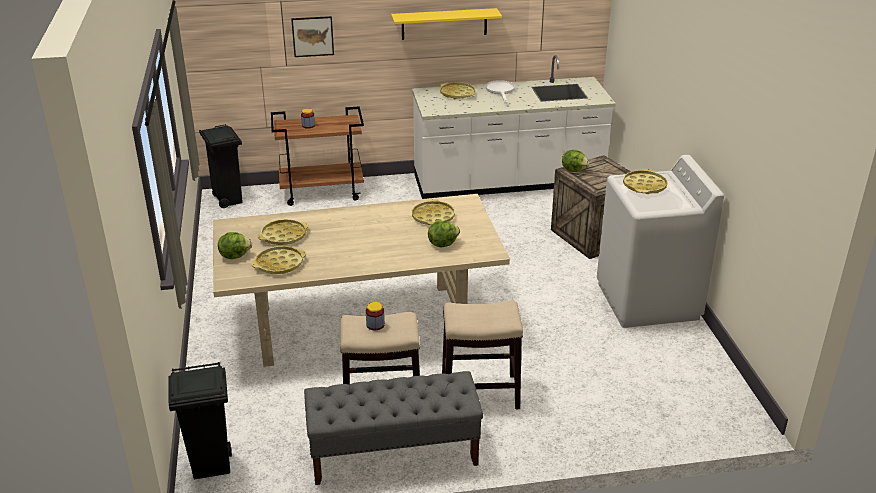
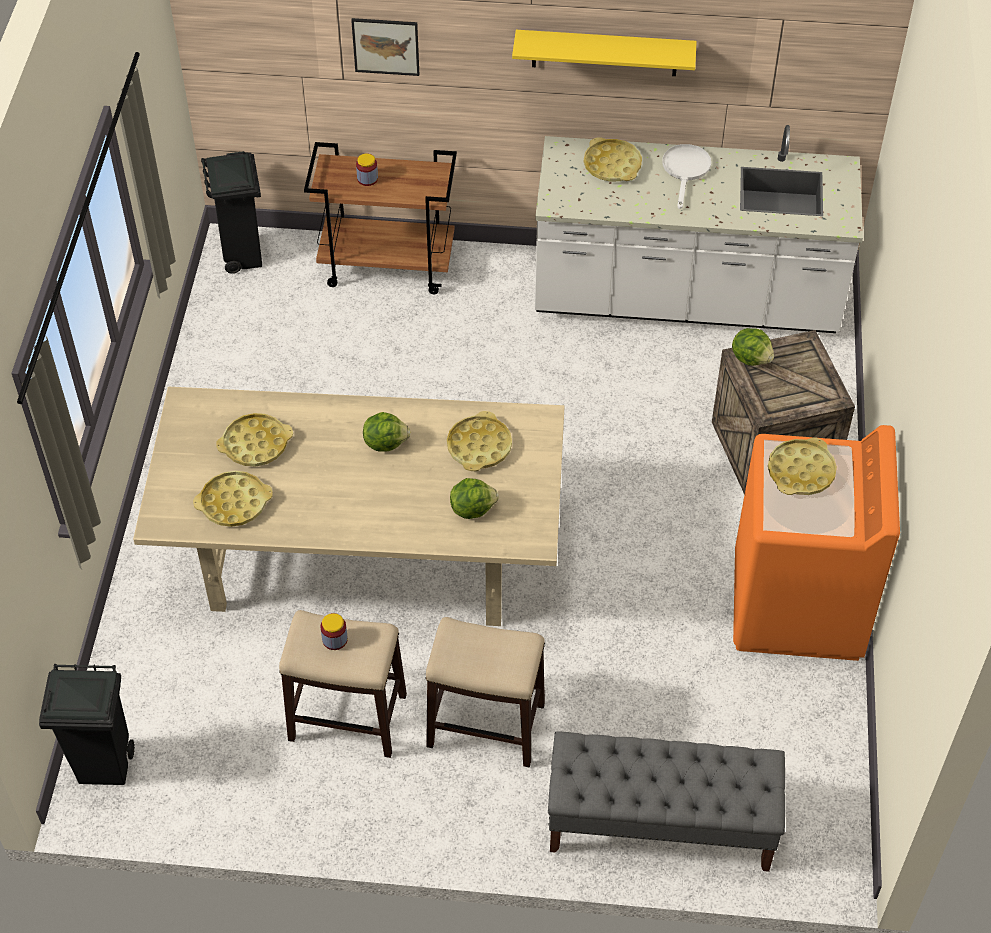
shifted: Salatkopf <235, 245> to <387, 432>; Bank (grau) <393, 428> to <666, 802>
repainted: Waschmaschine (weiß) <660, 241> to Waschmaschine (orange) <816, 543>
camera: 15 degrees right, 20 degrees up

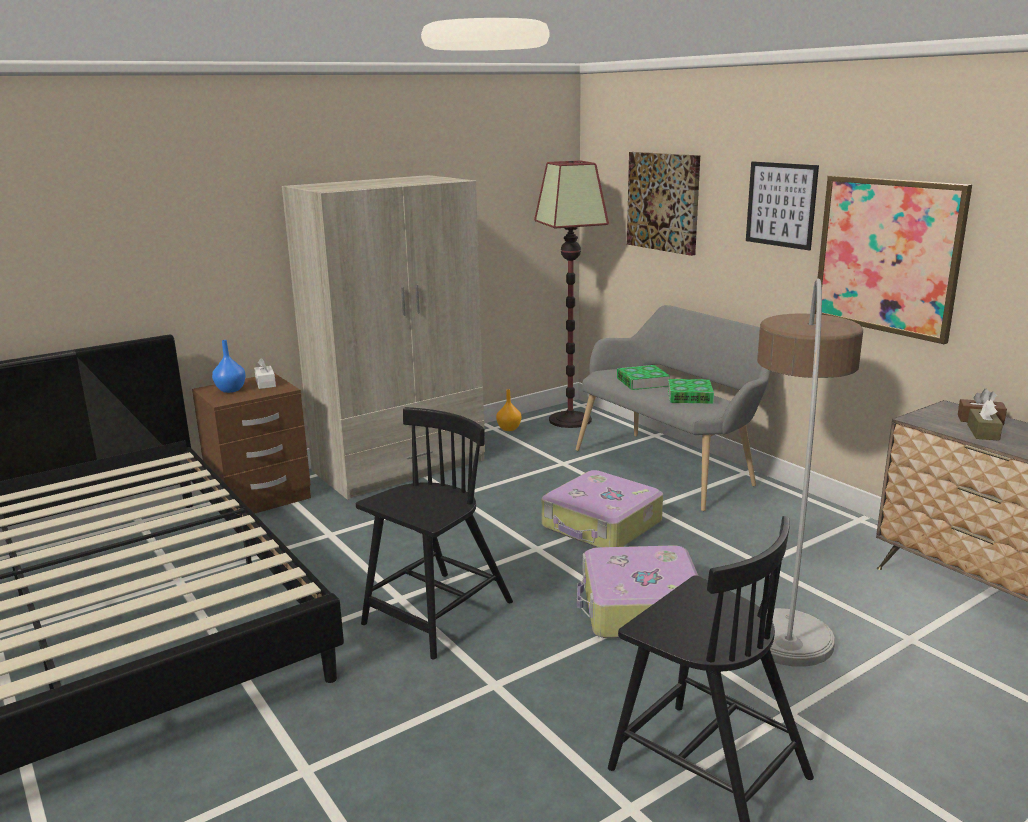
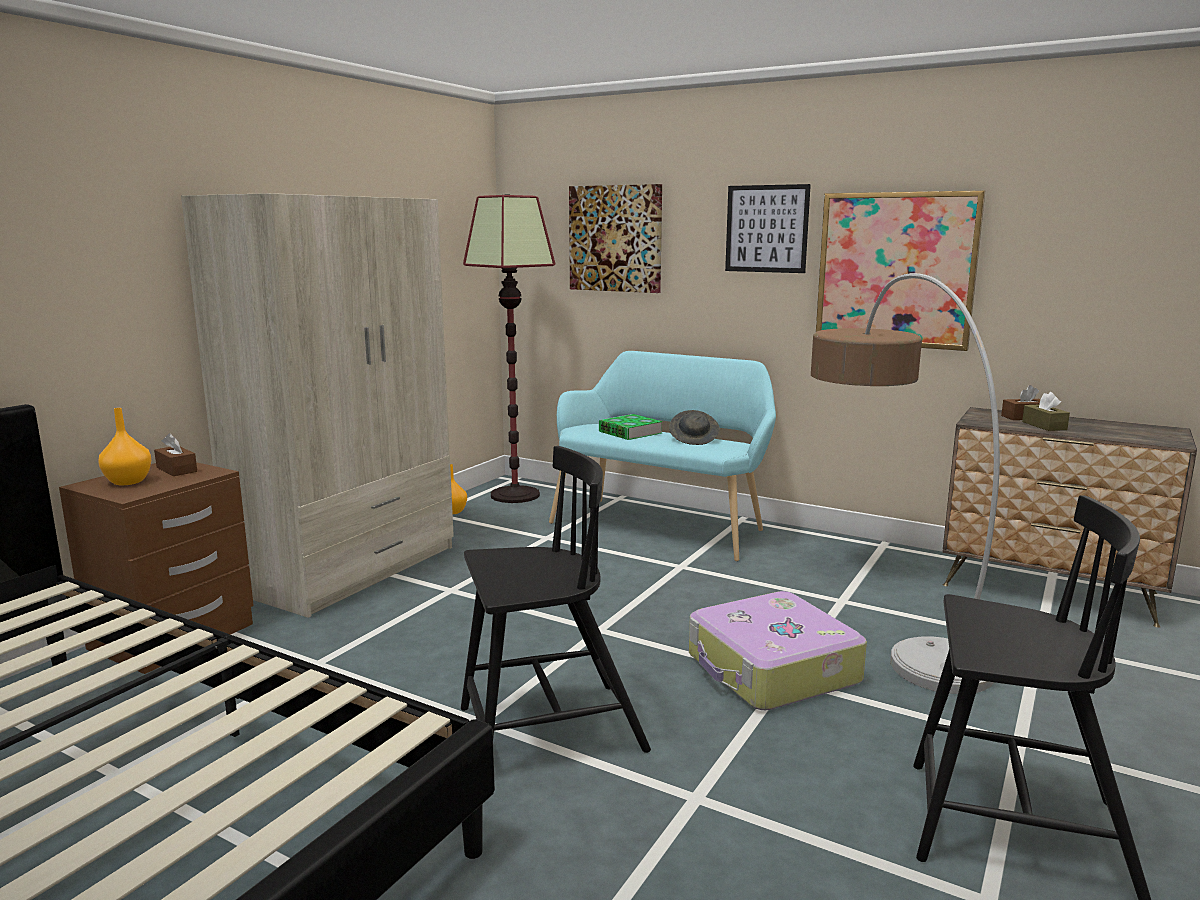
gone: Koffer <602, 508>
swapped: Buch <691, 391> to Hut (grau) <694, 427>
repainted: Vase (blau) <229, 366> to Vase (orange) <124, 446>; Taschentuchbox (weiß) <265, 373> to Taschentuchbox (braun) <175, 454>; Bank (grau) <673, 408> to Bank (türkis) <662, 456>
rotated: Stuhl (schwarz) <434, 533> = <556, 599> 60 degrees clockwise
camera: 25 degrees left, 5 degrees down

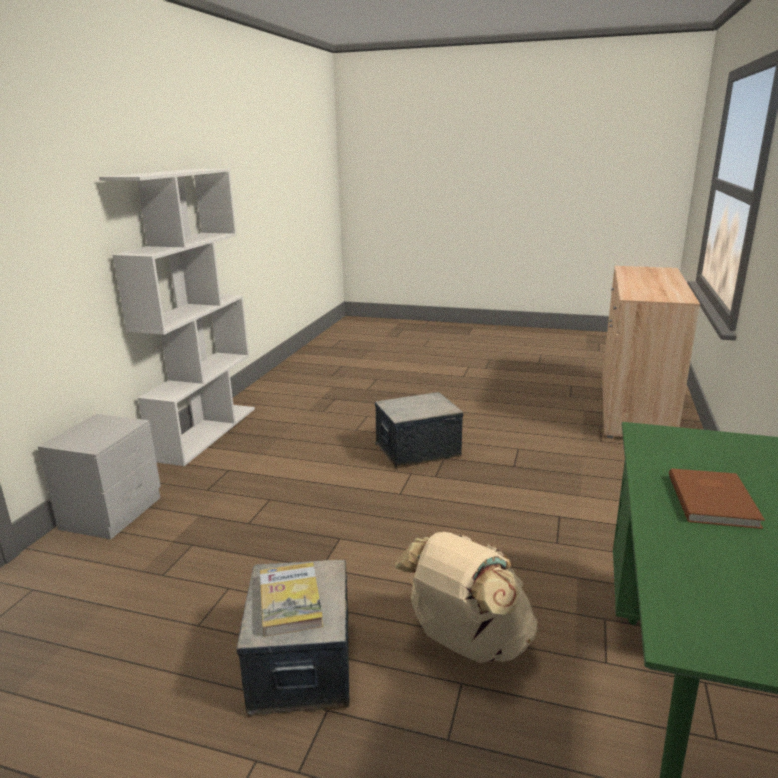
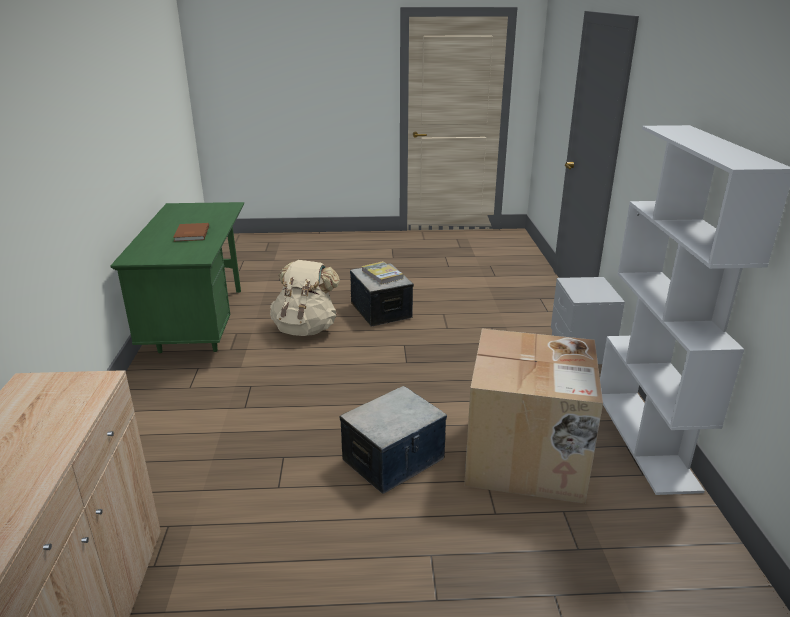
new: Karton <533, 416>
camera: 160 degrees right, 5 degrees up

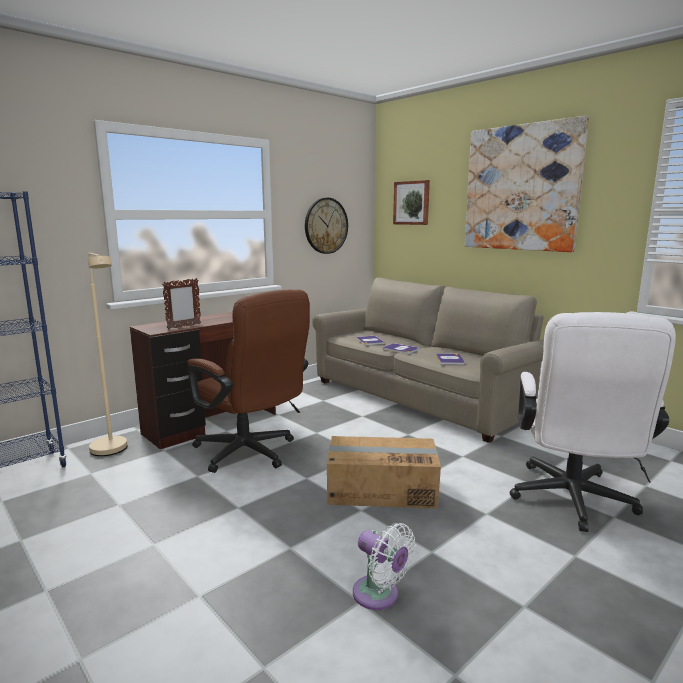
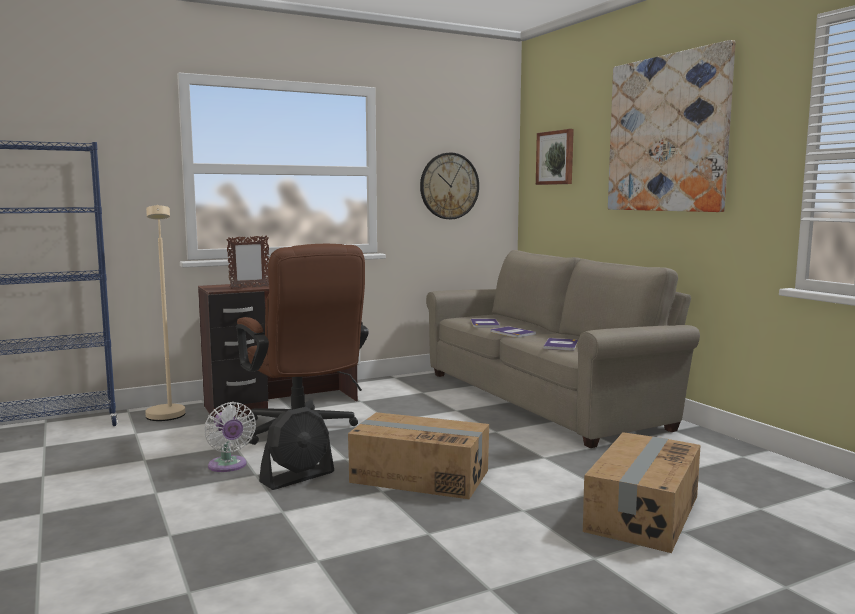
new: Ventilator (schwarz) <296, 448>
shifted: Ventilator (weiß) <384, 566> to <230, 437>
swapped: Bürostuhl (weiß) <593, 422> to Karton <642, 492>
camera: 15 degrees right, 5 degrees down

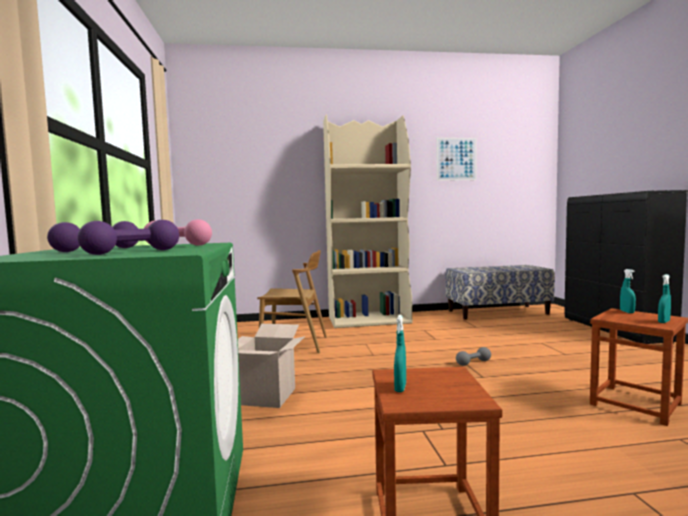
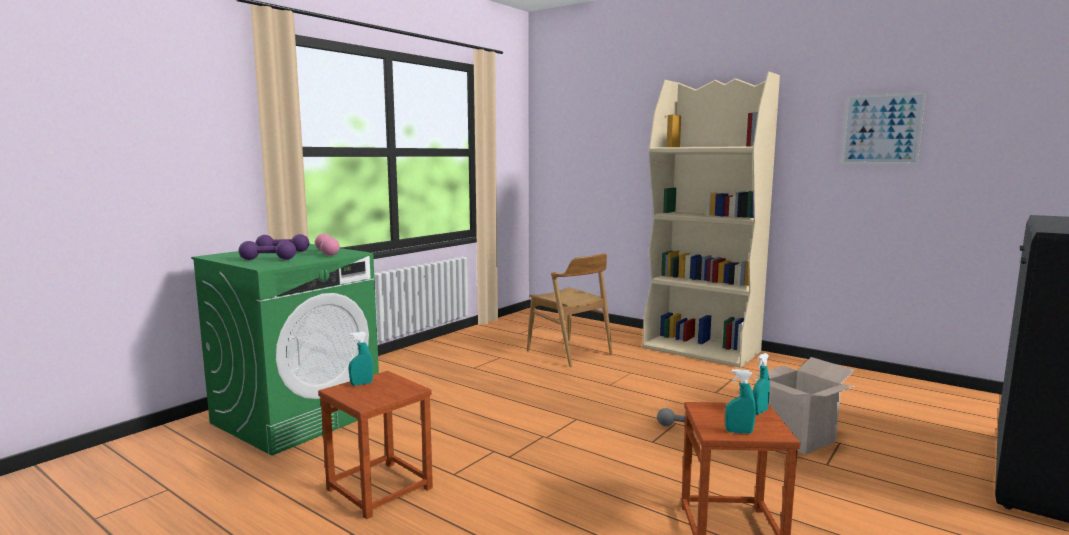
gone: Bank <500, 292>
shifted: Karton <271, 366> to <803, 406>
camera: 45 degrees right, 5 degrees up

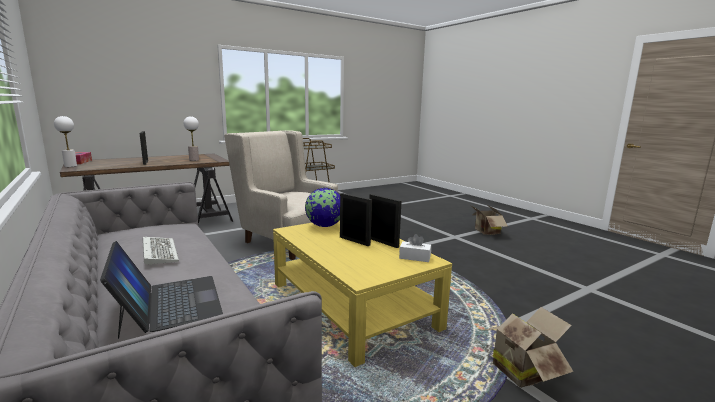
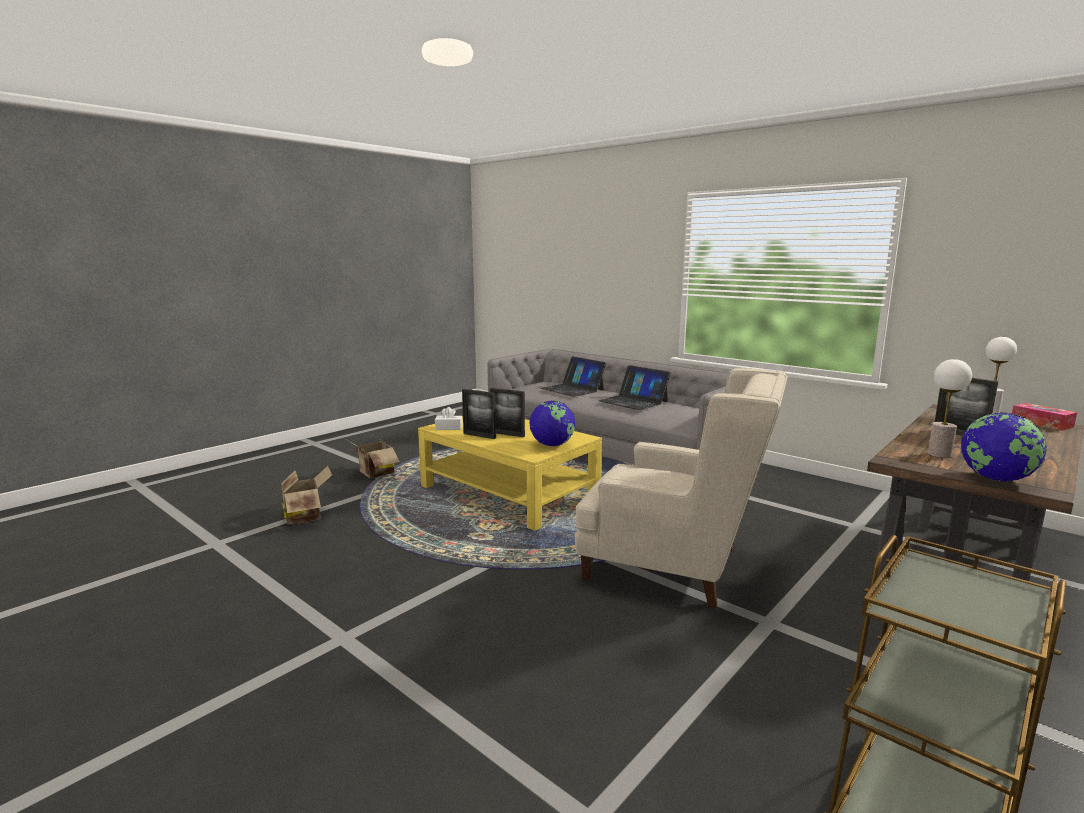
new: Globus <1004, 447>
shifted: Karton <488, 219> to <306, 495>
swapped: Tastatur <161, 251> to Laptop <635, 387>
camera: 165 degrees right, 0 degrees up

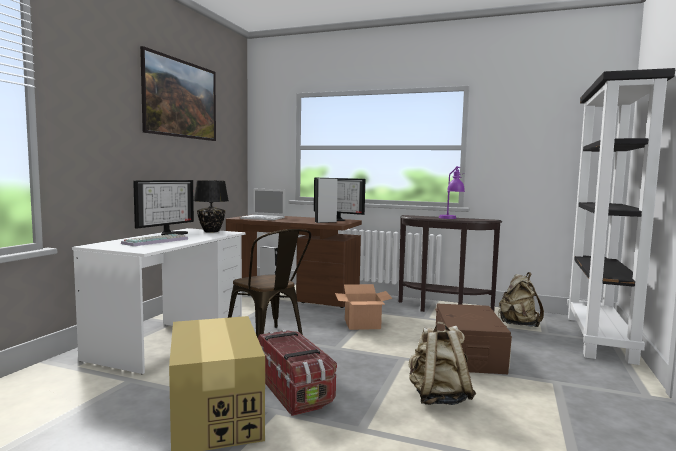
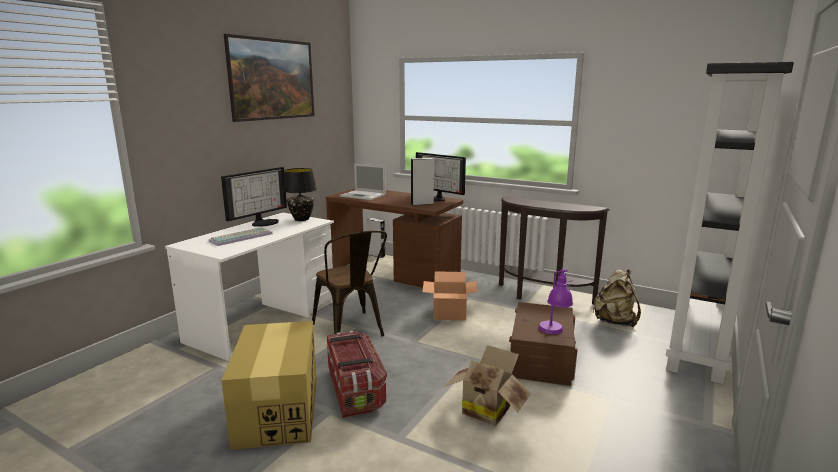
shifted: Tischlampe (lila) <452, 192> to <555, 301>
swapped: Rucksack (beige) <442, 363> to Karton <487, 385>
camera: 10 degrees right, 10 degrees up

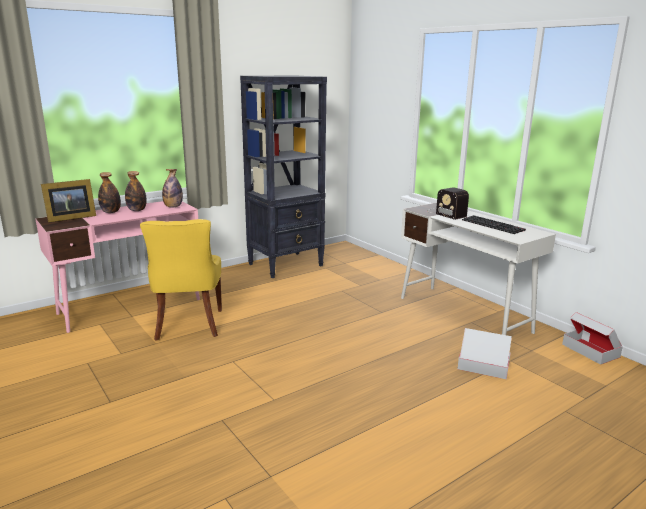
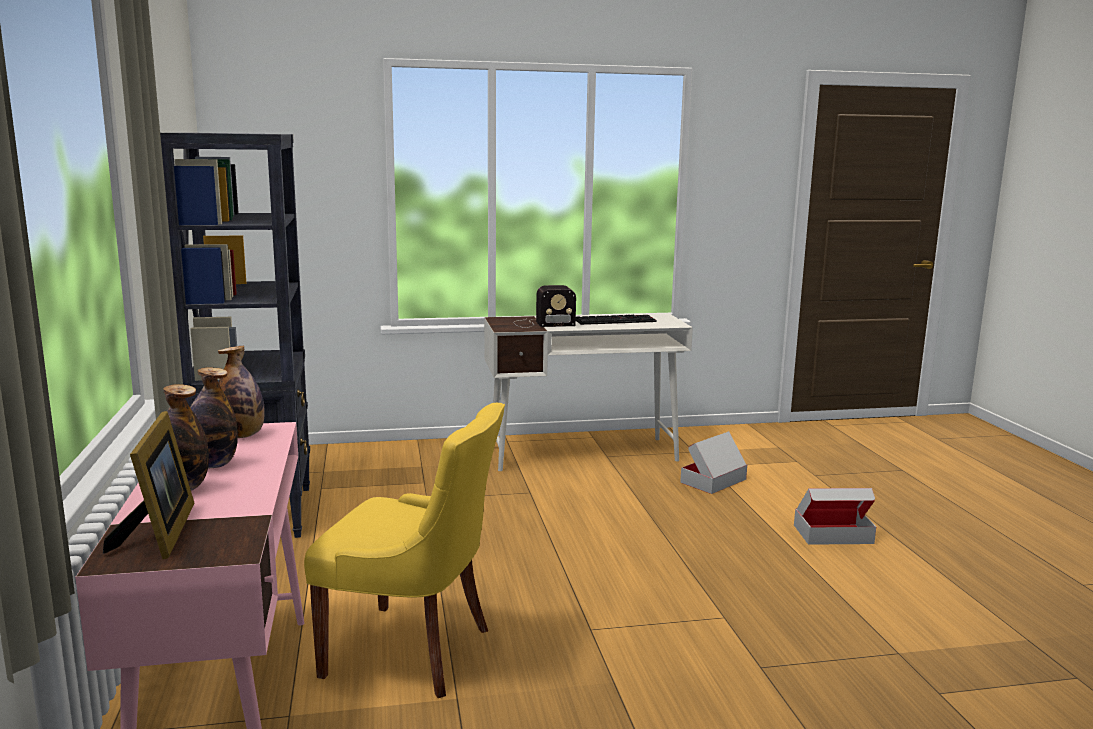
shifted: Karton <592, 338> to <835, 516>
camera: 65 degrees left, 5 degrees down

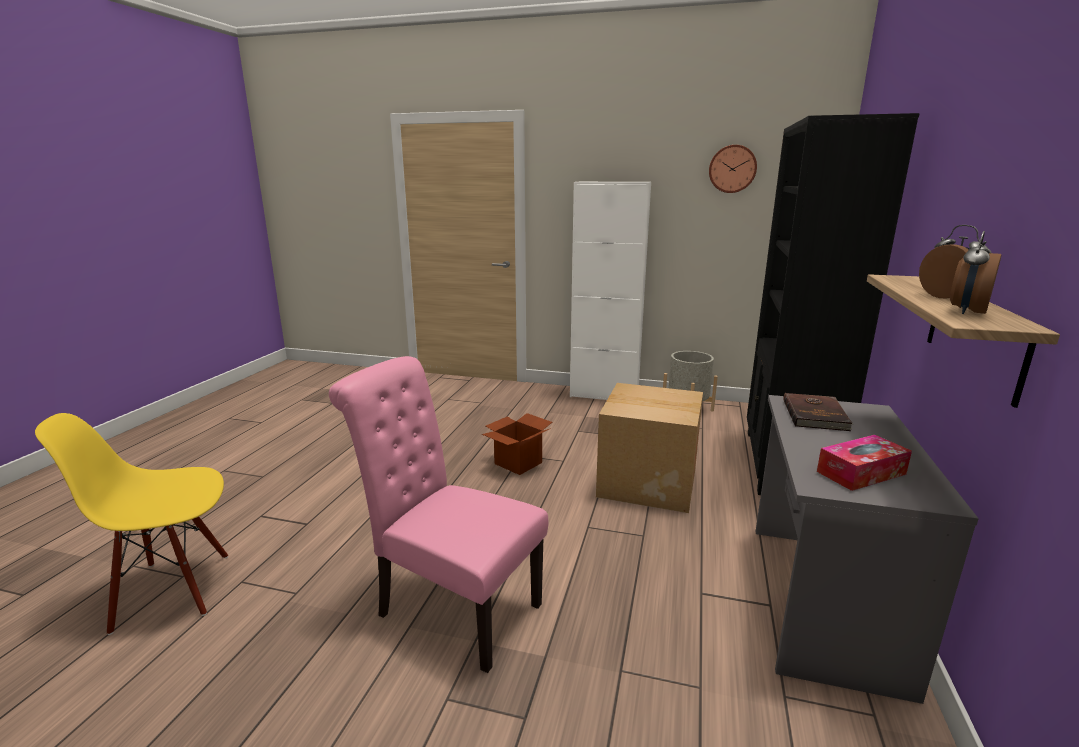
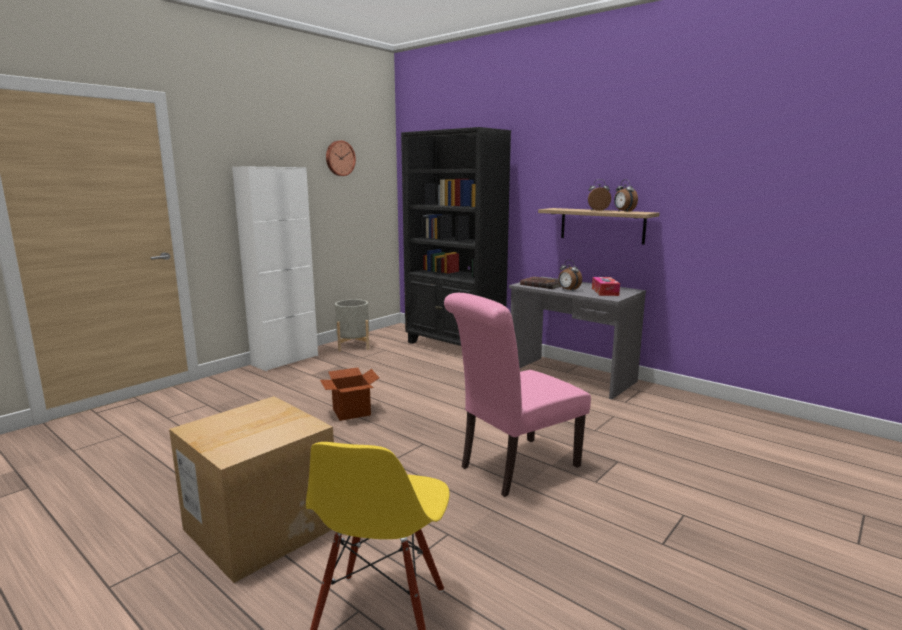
new: Wecker <570, 275>
shifted: Karton <649, 448> to <251, 489>
camera: 65 degrees left, 5 degrees down

